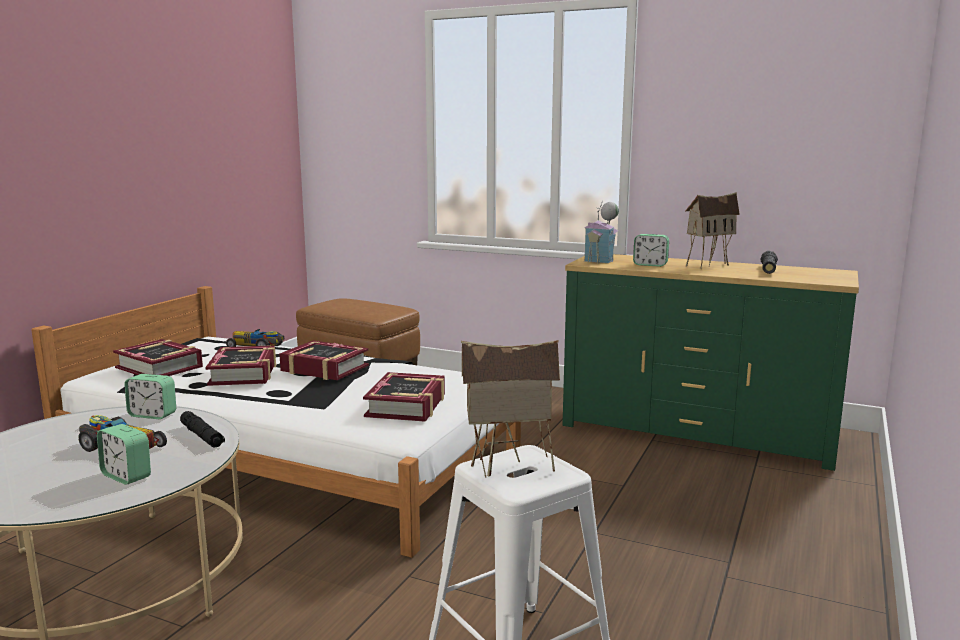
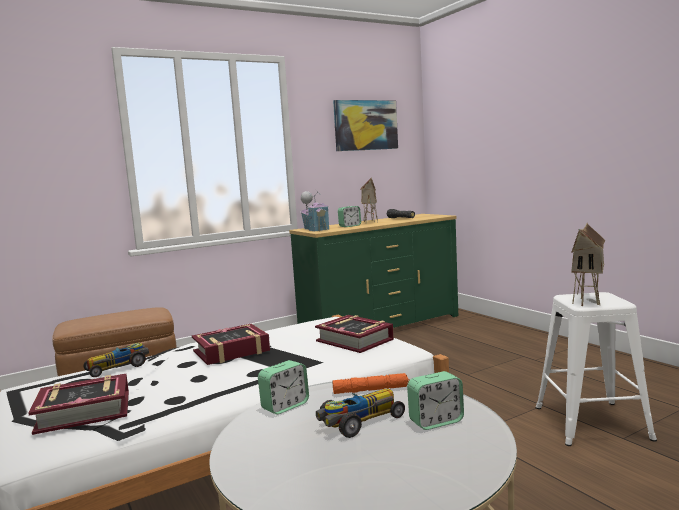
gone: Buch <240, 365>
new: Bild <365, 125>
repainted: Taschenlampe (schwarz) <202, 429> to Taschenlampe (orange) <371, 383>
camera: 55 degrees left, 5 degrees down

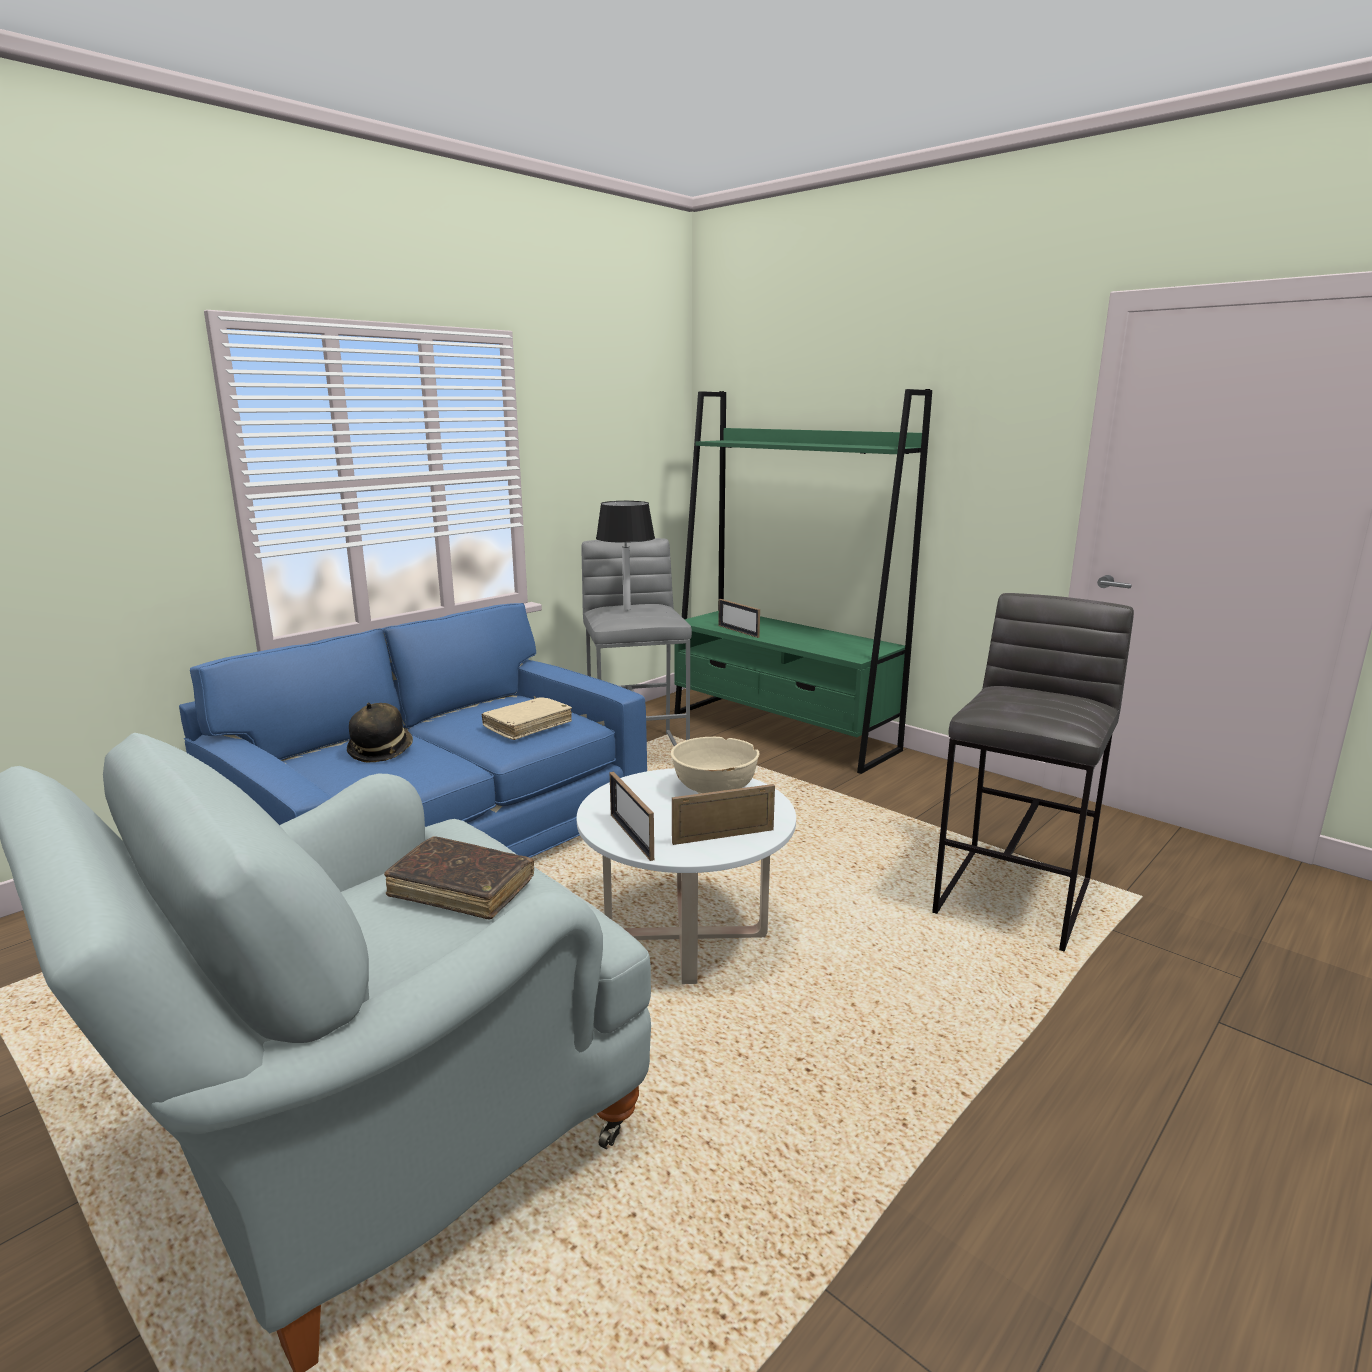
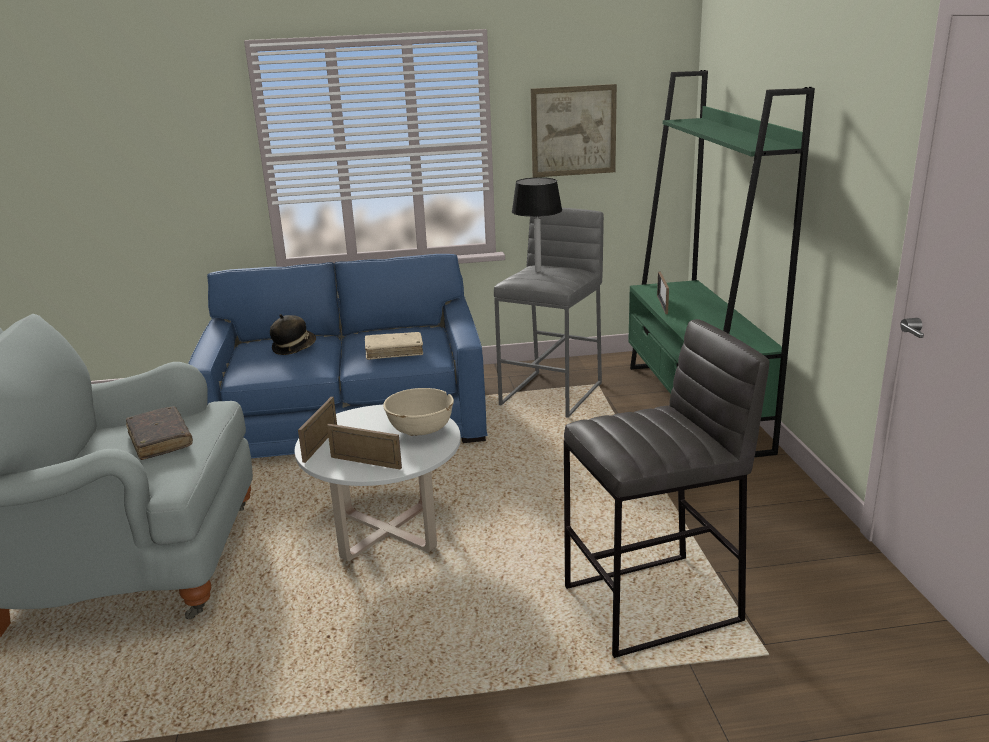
new: Bild <574, 131>
camera: 40 degrees right, 5 degrees up

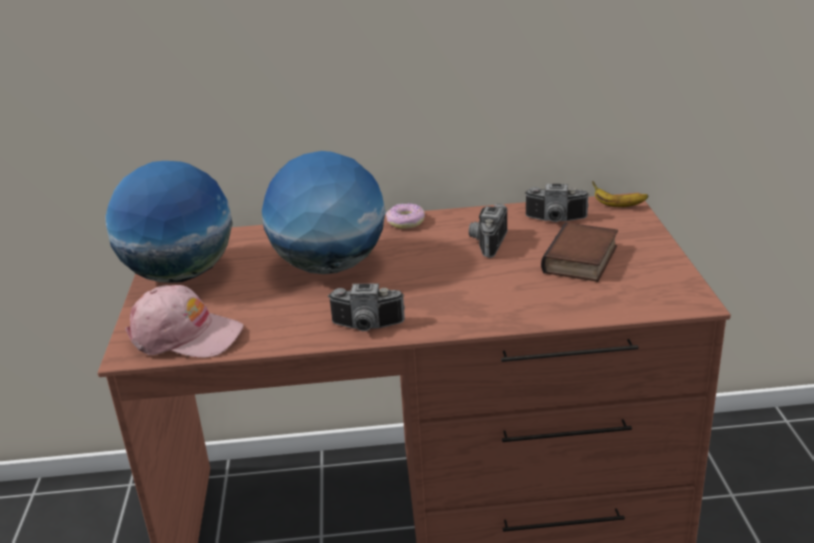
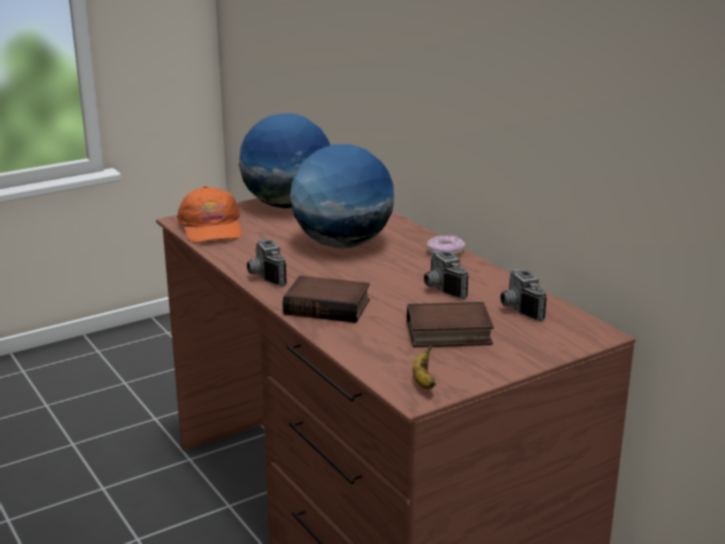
new: Buch <326, 299>
shifted: Banane <620, 194> to <424, 366>
repainted: Kappe (rosa) <184, 321> to Kappe (orange) <209, 214>
rotated: Kamera <488, 230> = <446, 274> 105 degrees counterclockwise
camera: 60 degrees right, 5 degrees down

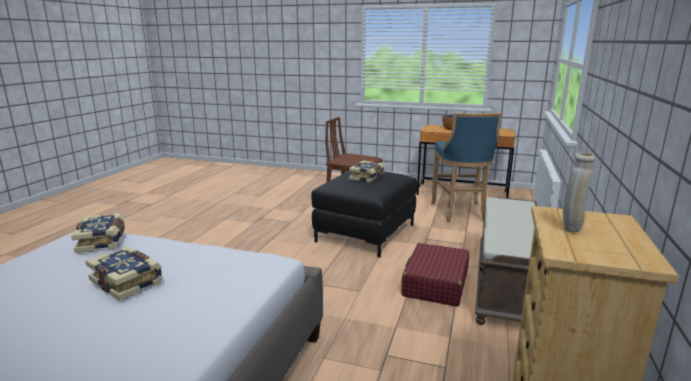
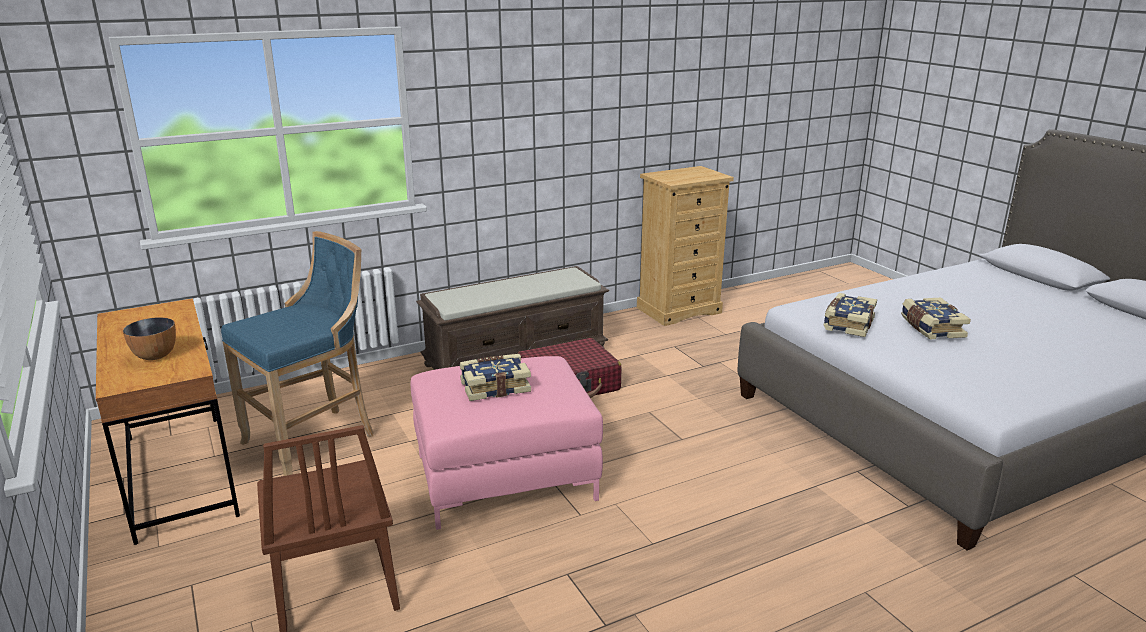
gone: Vase (beige) <579, 192>
shifted: Buch <98, 233> to <850, 315>
repainted: Polsterhocker (schwarz) <364, 214> to Polsterhocker (rosa) <507, 443>
camera: 135 degrees left, 5 degrees up

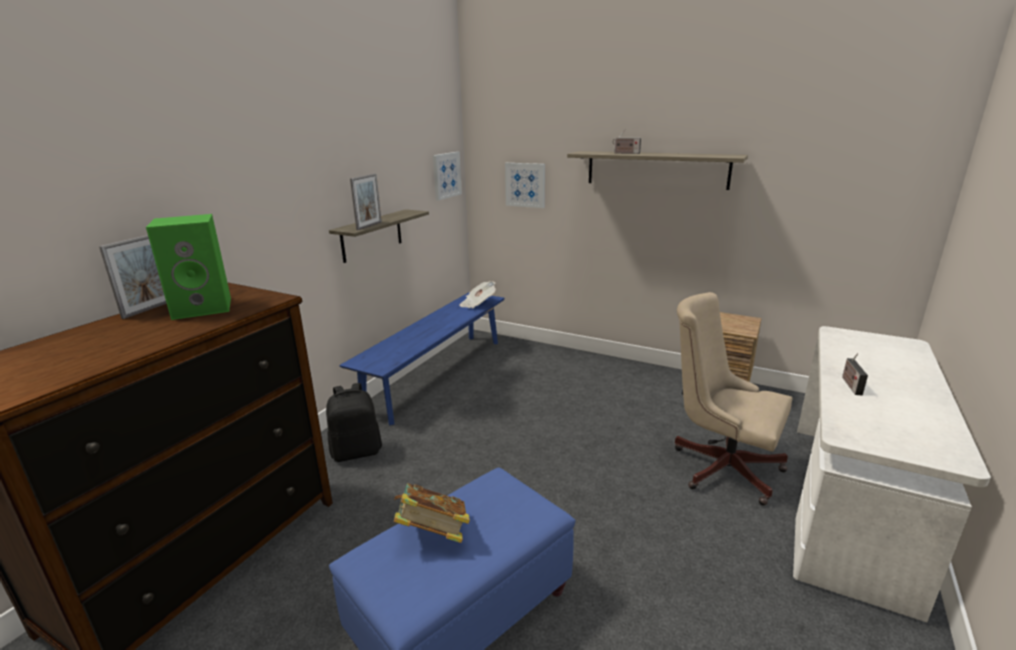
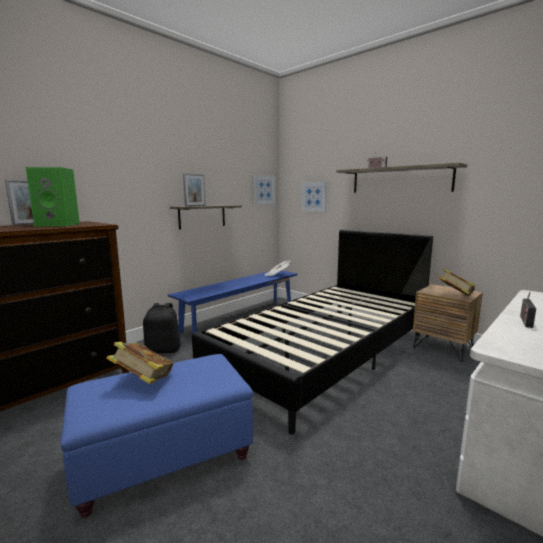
gone: Bürostuhl (beige) <733, 399>
new: Bett (schwarz) <312, 331>; Buch <456, 282>
camera: 15 degrees right, 10 degrees down

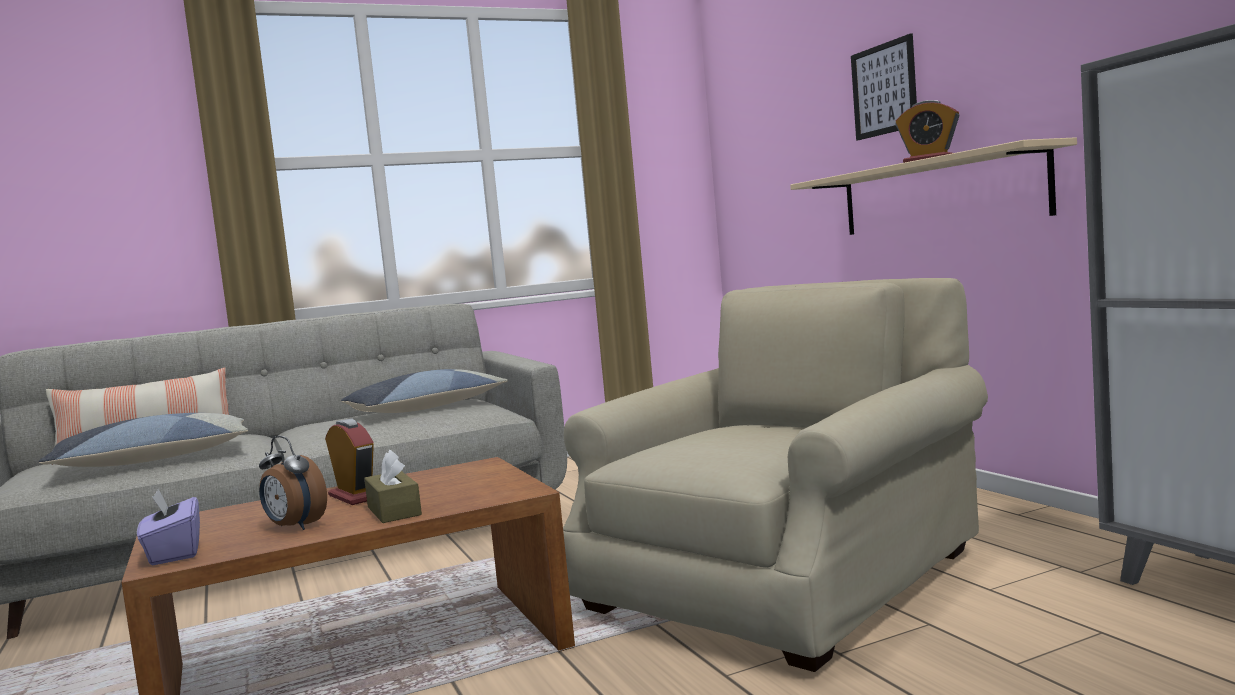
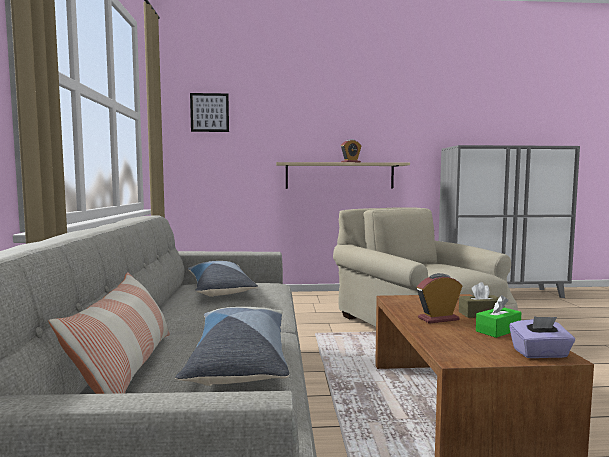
shifted: Bild <884, 87> to <209, 112>
swapped: Wecker <293, 483> to Taschentuchbox (grün) <498, 316>
camera: 70 degrees left, 0 degrees up

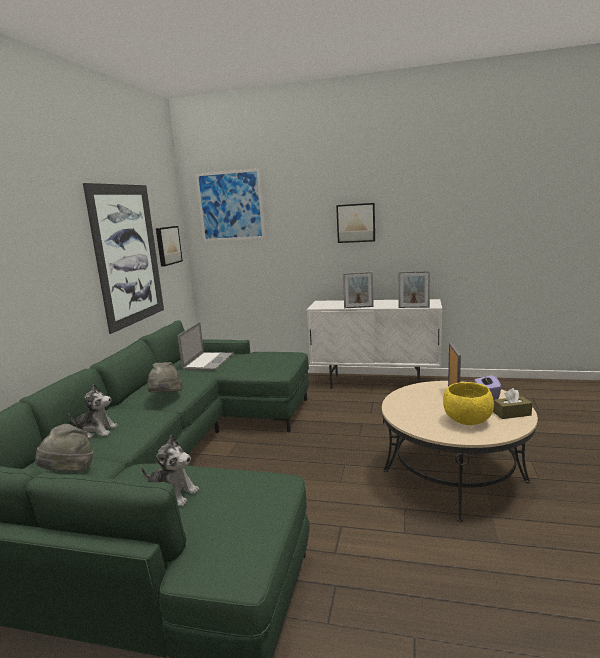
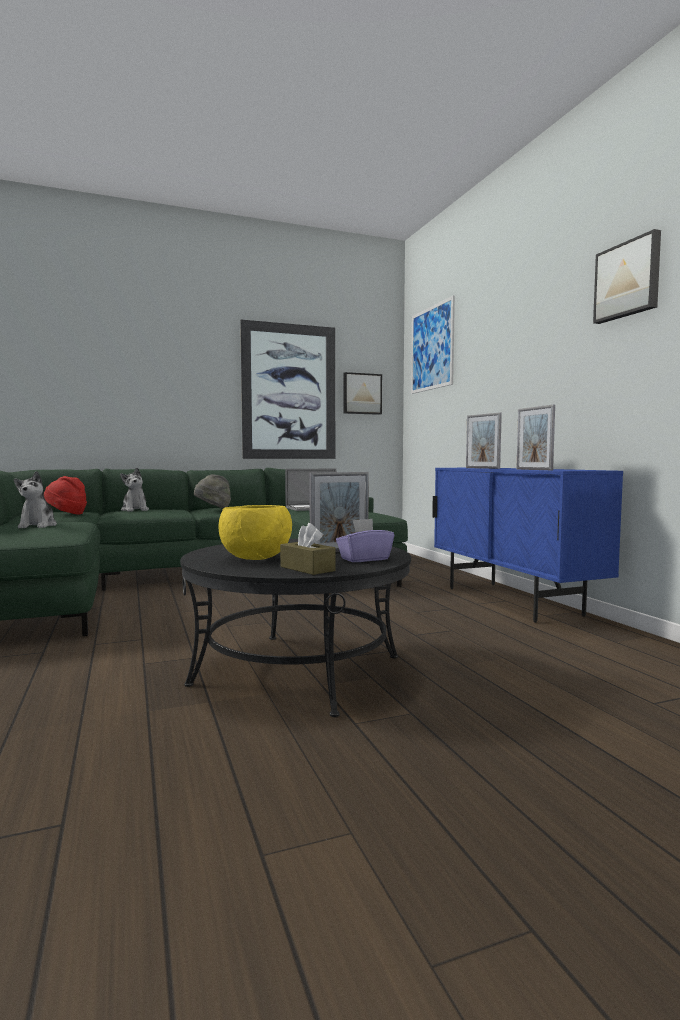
shifted: Bild <355, 223> to <627, 276>
repainted: Hut (grau) <64, 447> to Hut (rot) <65, 495>; Schrank (weiß) <374, 344> to Schrank (blau) <527, 545>; Couchtisch (beige) <460, 451> to Couchtisch (schwarz) <295, 628>
camera: 55 degrees right, 10 degrees down

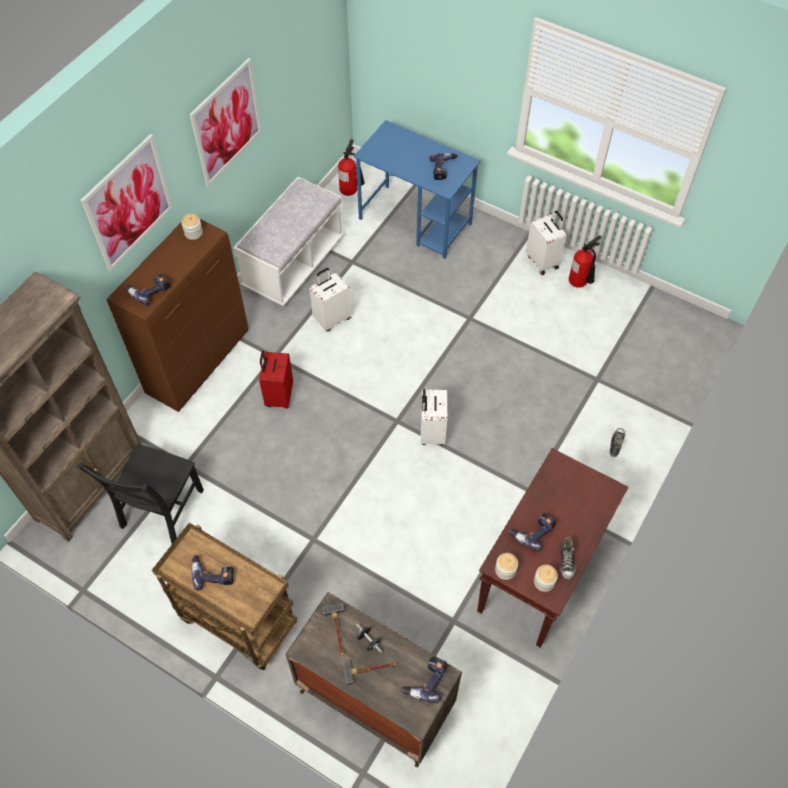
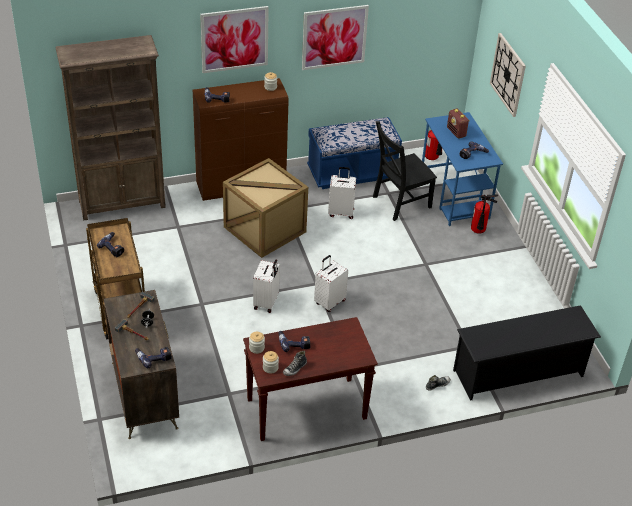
new: Radio <458, 124>; Schuhregal (schwarz) <527, 353>; Wanduhr <508, 75>
shifted: Stuhl (schwarz) <140, 494> to <405, 171>; Koffer (weiß) <546, 242> to <266, 286>; Feuerlöscher <585, 261> to <484, 214>
swapped: Koffer (rot) <276, 380> to Kiste <265, 208>
repainted: Bank (weiß) <288, 241> to Bank (blau) <354, 153>
camera: 40 degrees right, 15 degrees down

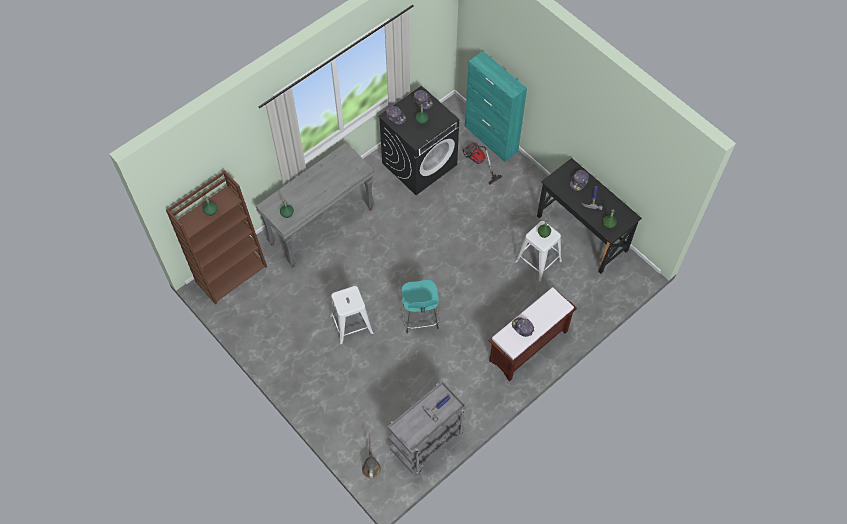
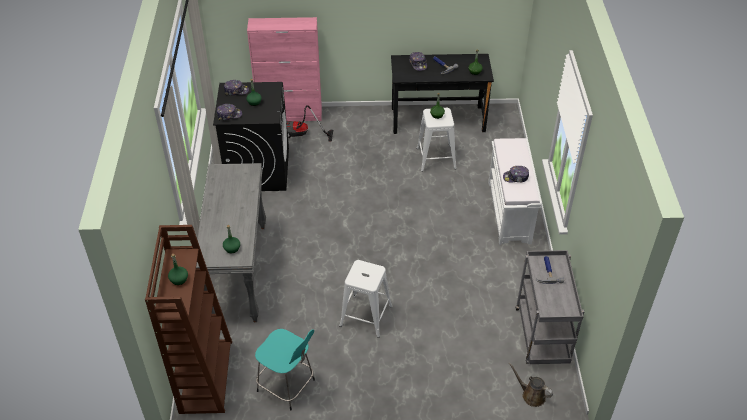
shifted: Hocker (türkis) <420, 306> to <285, 370>
repainted: Schrank (türkis) <496, 106> to Schrank (rosa) <284, 69>; Bank (braun) <533, 334> to Bank (weiß) <515, 191>
camera: 50 degrees left, 15 degrees down

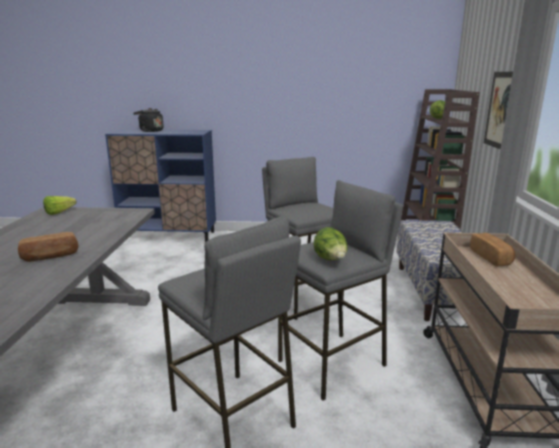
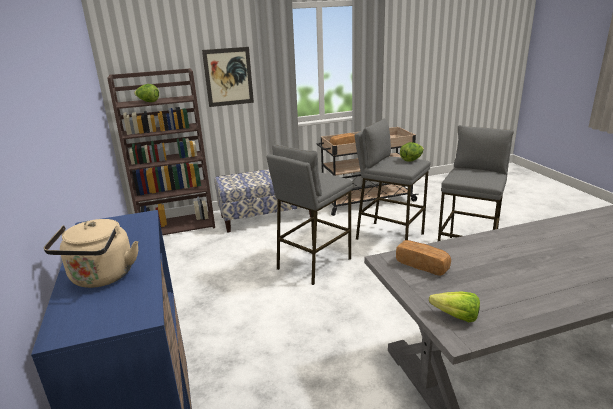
shifted: Brot <48, 247> to <423, 258>
repainted: Wasserkessel (schwarz) <148, 120> to Wasserkessel (beige) <91, 253>
camera: 110 degrees left, 5 degrees up

